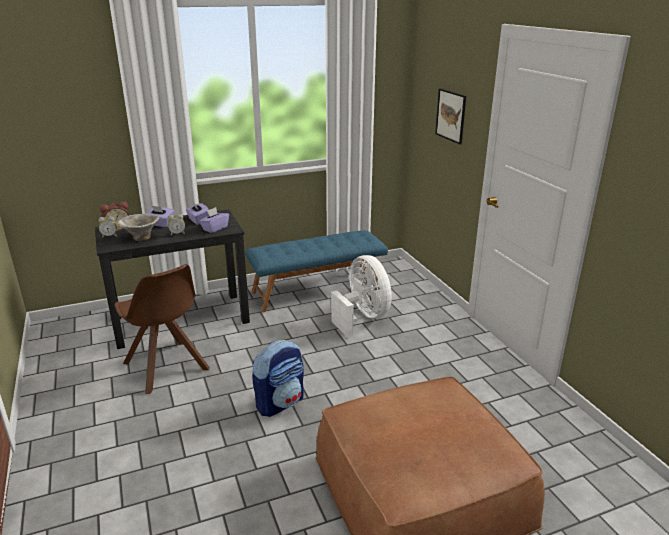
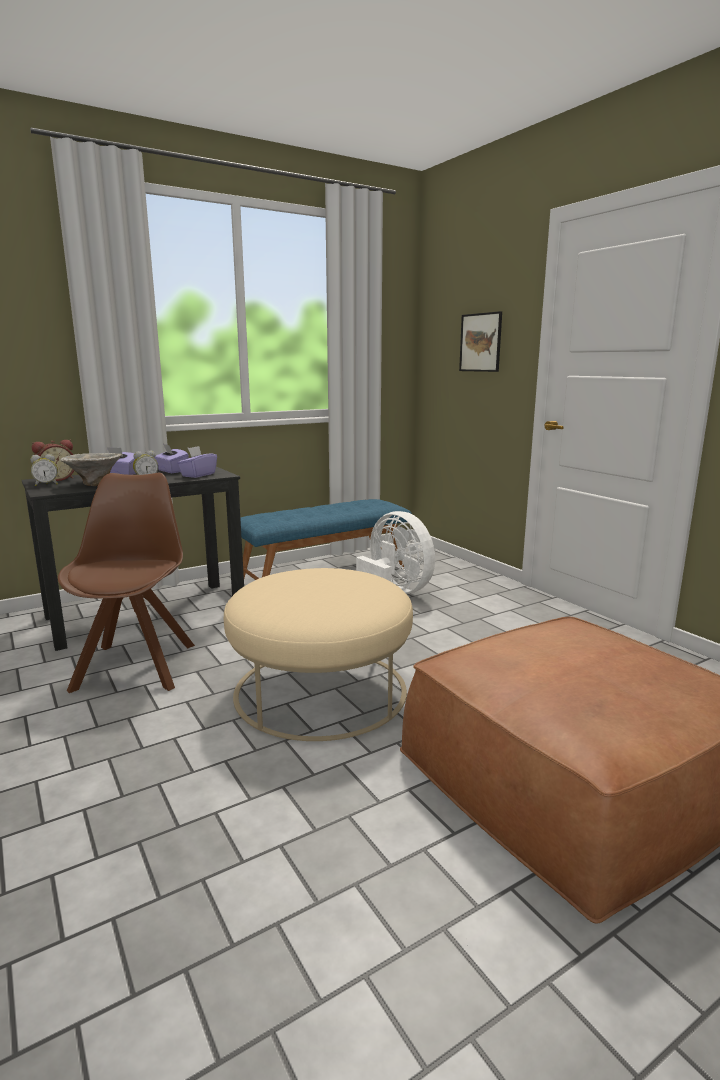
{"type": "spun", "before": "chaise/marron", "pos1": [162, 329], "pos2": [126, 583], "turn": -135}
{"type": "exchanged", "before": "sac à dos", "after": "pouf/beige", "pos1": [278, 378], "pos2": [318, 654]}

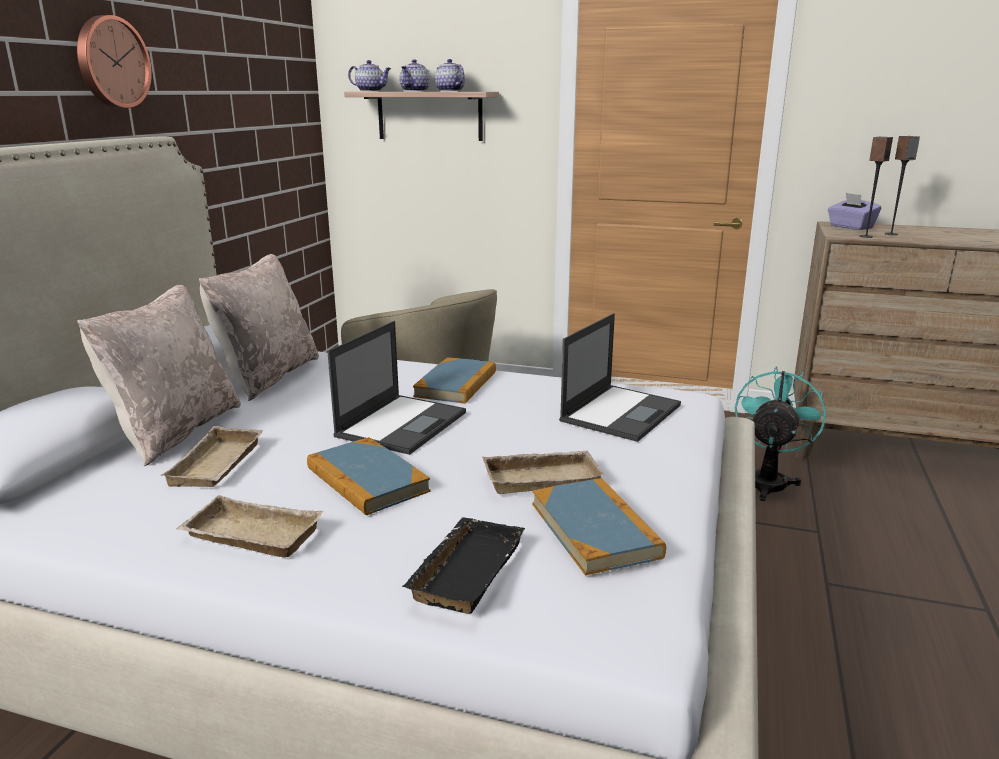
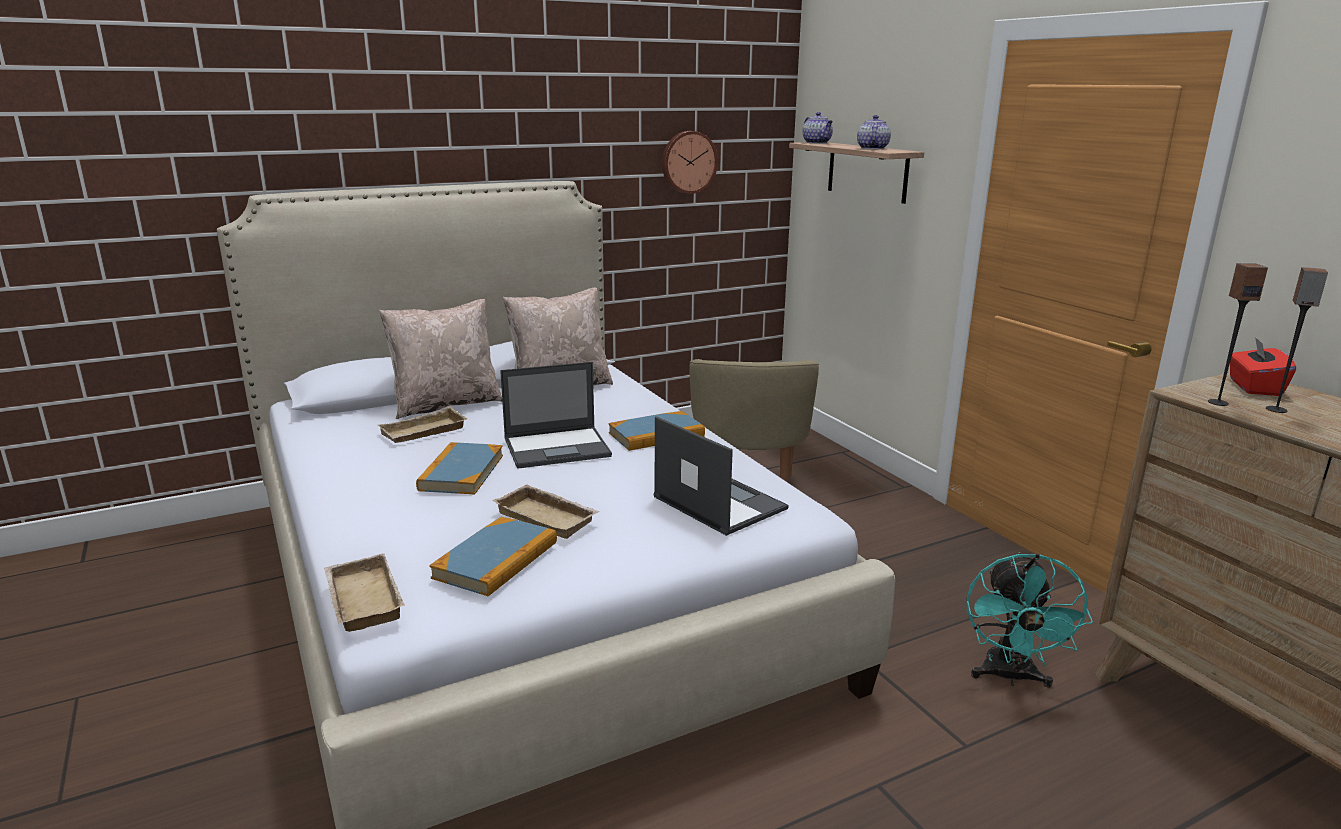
{"type": "relocated", "before": "horloge murale", "pos1": [114, 61], "pos2": [690, 162]}
{"type": "relocated", "before": "plateau/beige", "pos1": [249, 526], "pos2": [364, 592]}
{"type": "missing", "before": "théière", "pos1": [415, 75]}
{"type": "missing", "before": "plateau/noir", "pos1": [463, 565]}
{"type": "spun", "before": "ordinateur portable", "pos1": [620, 377], "pos2": [721, 476], "turn": -120}
{"type": "spun", "before": "ventilateur/turquoise", "pos1": [780, 434], "pos2": [1030, 620], "turn": 120}
{"type": "colour", "before": "boîte à mouchoirs/violet", "after": "boîte à mouchoirs/rouge", "pos1": [854, 211], "pos2": [1263, 366]}

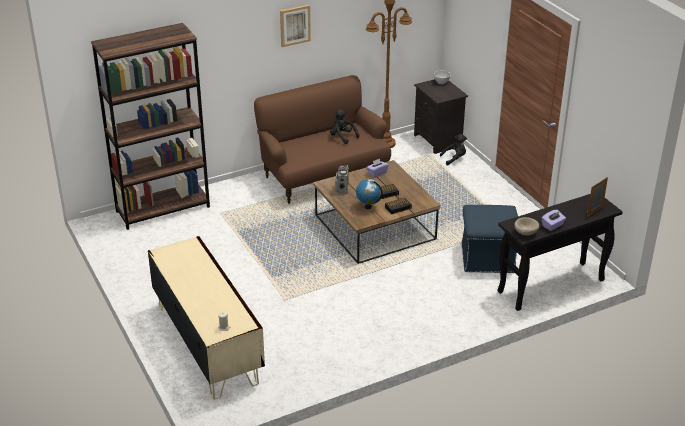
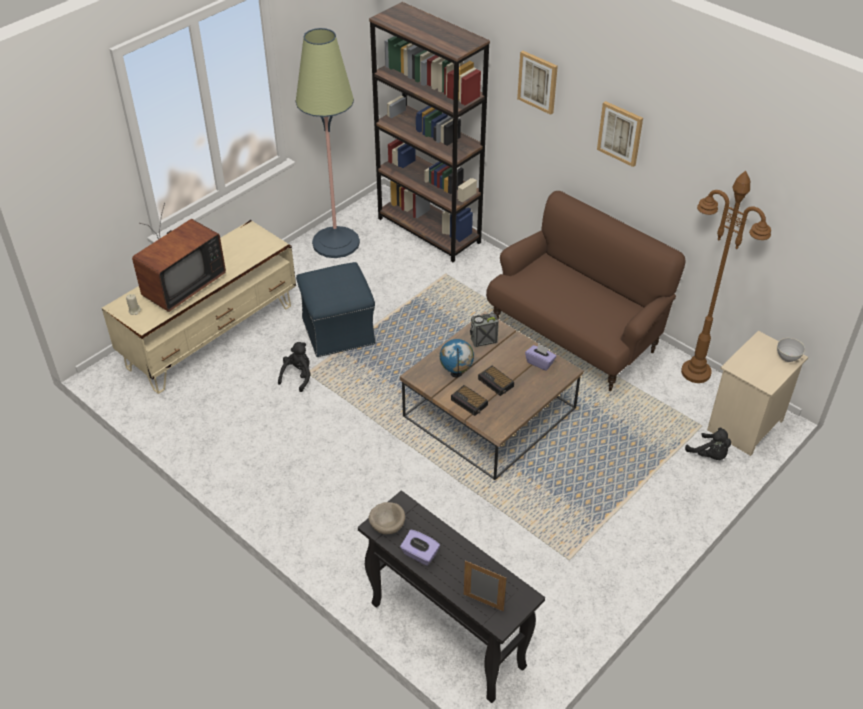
{"type": "relocated", "before": "peluche/noir", "pos1": [344, 126], "pos2": [294, 367]}
{"type": "colour", "before": "table de chevet/noir", "after": "table de chevet/beige", "pos1": [441, 116], "pos2": [757, 393]}
{"type": "relocated", "before": "pouf/bleu", "pos1": [489, 239], "pos2": [336, 309]}
{"type": "appeared", "after": "téléviseur", "pos2": [179, 257]}
{"type": "appeared", "after": "lampadaire", "pos2": [328, 143]}
{"type": "appeared", "after": "tableau", "pos2": [537, 83]}

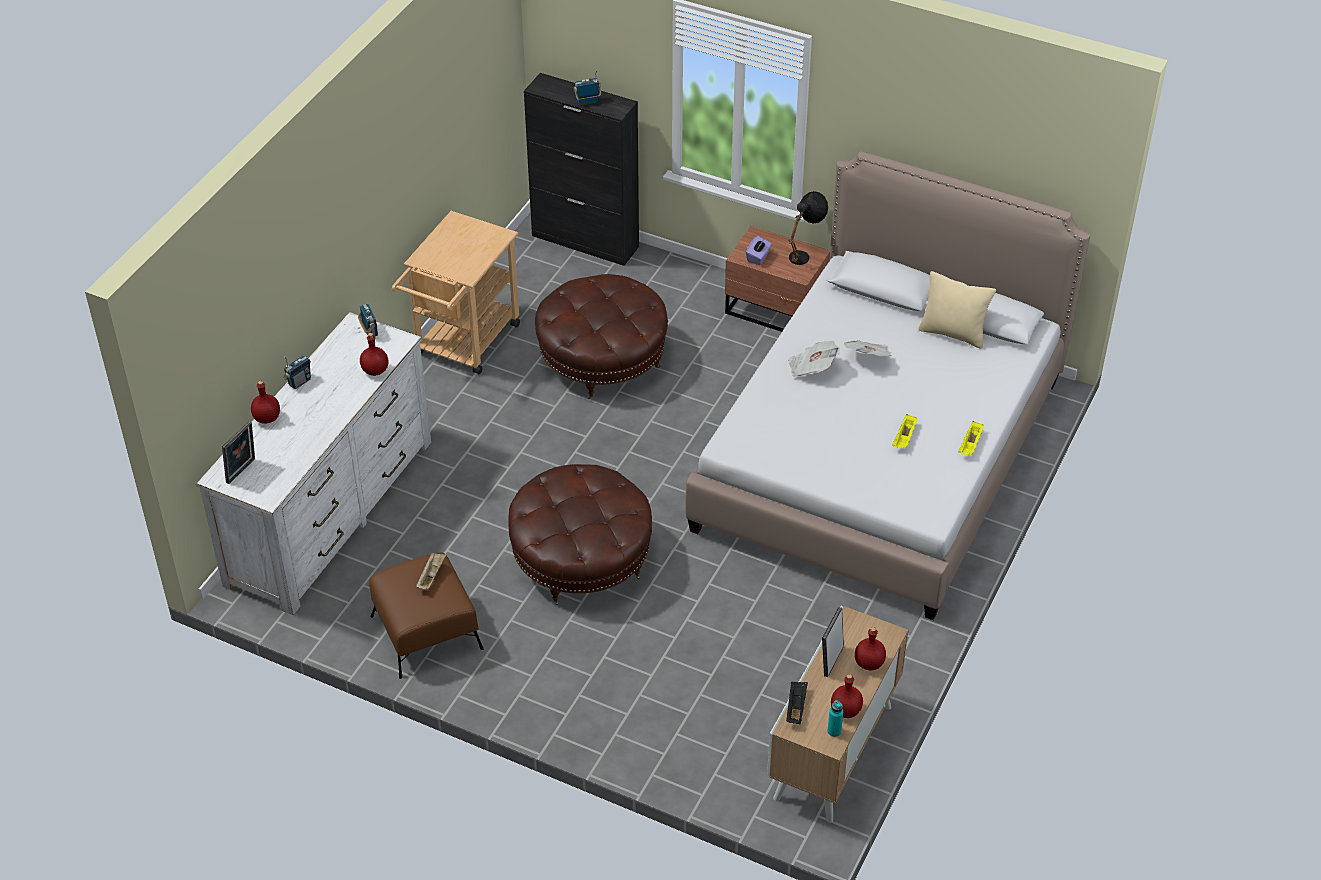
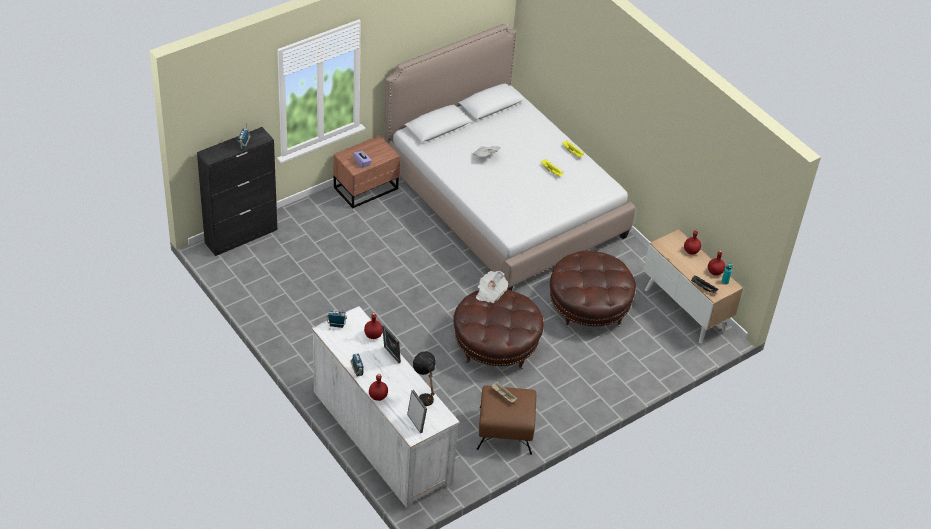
{"type": "missing", "before": "chariot/beige", "pos1": [456, 292]}
{"type": "relocated", "before": "pouf/marron", "pos1": [601, 336], "pos2": [593, 289]}
{"type": "relocated", "before": "journal", "pos1": [814, 359], "pos2": [492, 287]}
{"type": "relocated", "before": "lampe de table/noir", "pos1": [808, 228], "pos2": [424, 378]}
{"type": "relocated", "before": "cadre photo", "pos1": [833, 642], "pos2": [391, 344]}
{"type": "missing", "before": "coussin/beige", "pos1": [957, 309]}

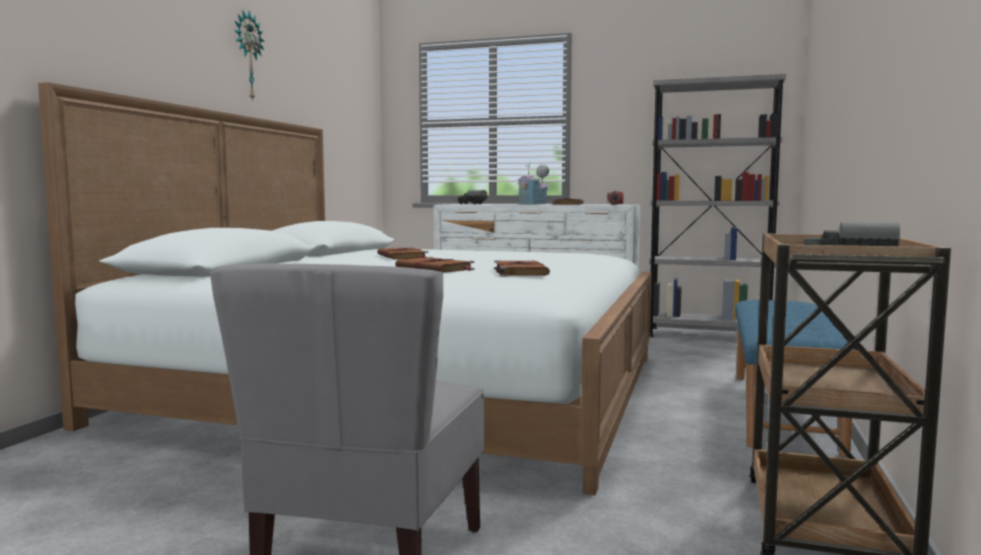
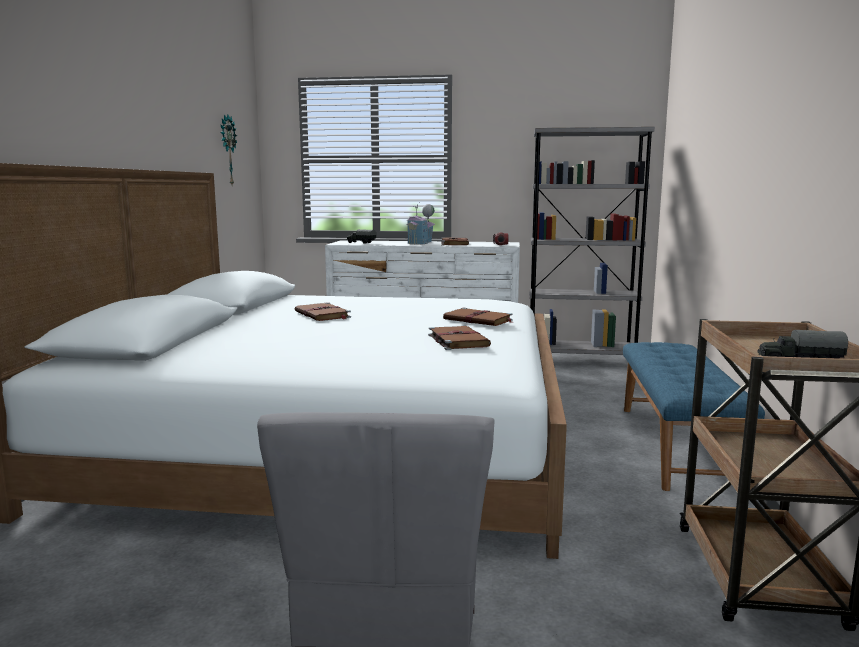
{"type": "relocated", "before": "horloge murale", "pos1": [249, 56], "pos2": [228, 149]}
{"type": "relocated", "before": "livre/marron", "pos1": [435, 265], "pos2": [477, 317]}

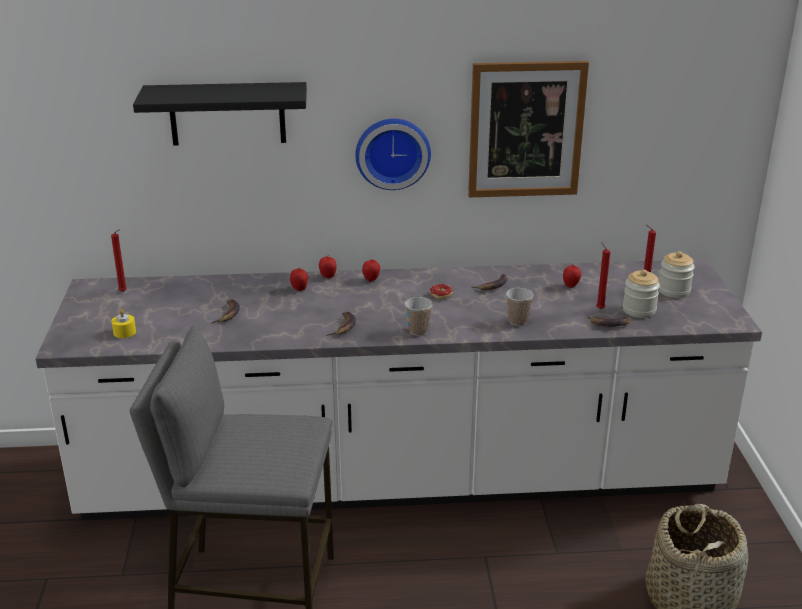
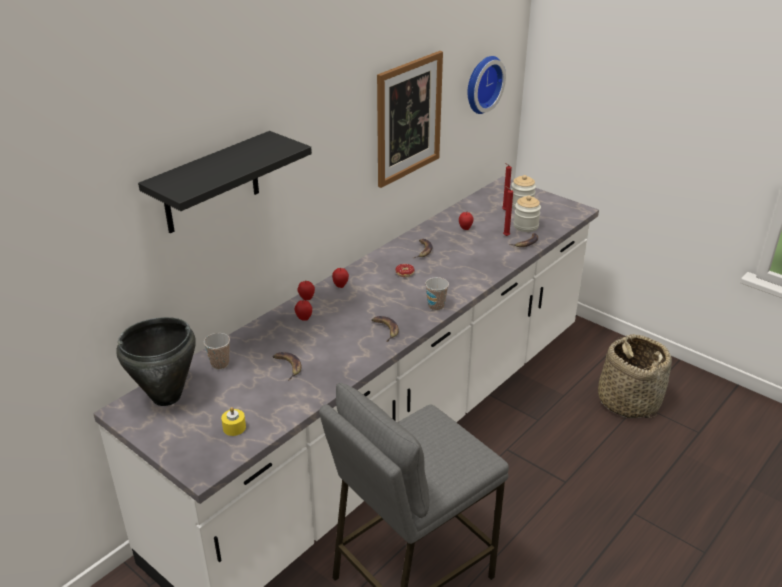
{"type": "exchanged", "before": "bougie/rouge", "after": "marmite/noir", "pos1": [119, 260], "pos2": [156, 361]}
{"type": "relocated", "before": "horloge murale", "pos1": [393, 154], "pos2": [486, 85]}
{"type": "relocated", "before": "tasse", "pos1": [520, 307], "pos2": [217, 351]}

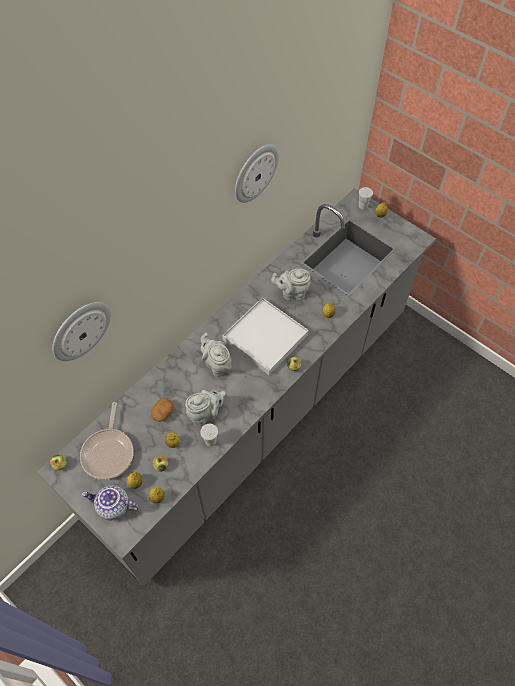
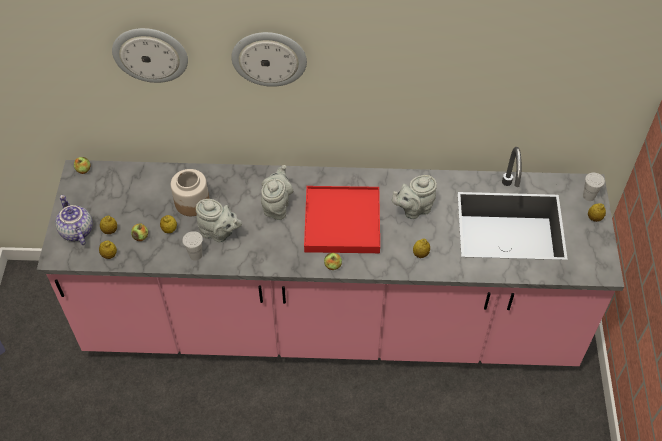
{"type": "colour", "before": "comptoir de cuisine/gris", "after": "comptoir de cuisine/rose", "pos1": [236, 387], "pos2": [330, 256]}
{"type": "missing", "before": "poêle", "pos1": [107, 441]}
{"type": "exchanged", "before": "pomme de terre", "after": "bocal", "pos1": [162, 410], "pos2": [190, 192]}
{"type": "colour", "before": "plateau/blanc", "after": "plateau/rouge", "pos1": [265, 336], "pos2": [342, 219]}
{"type": "relocated", "before": "horloge murale", "pos1": [257, 173], "pos2": [269, 59]}
{"type": "spun", "before": "théière/gris", "pos1": [291, 285], "pos2": [414, 197], "turn": -75}

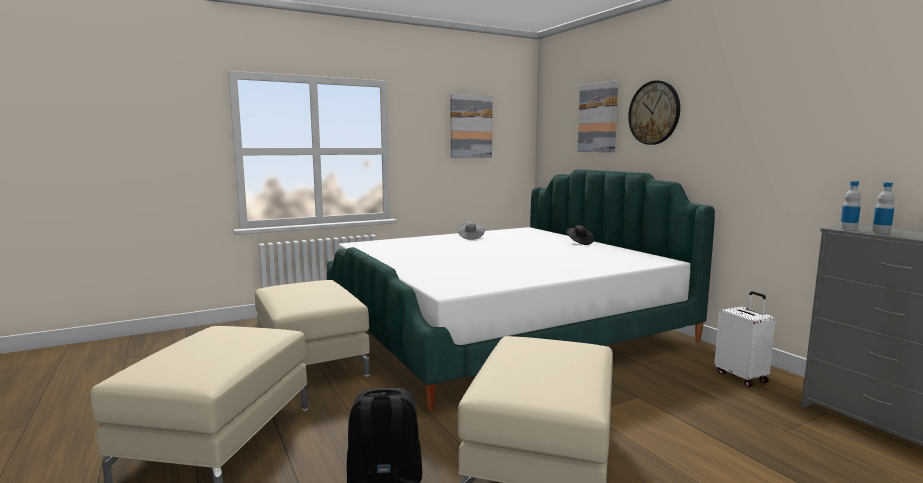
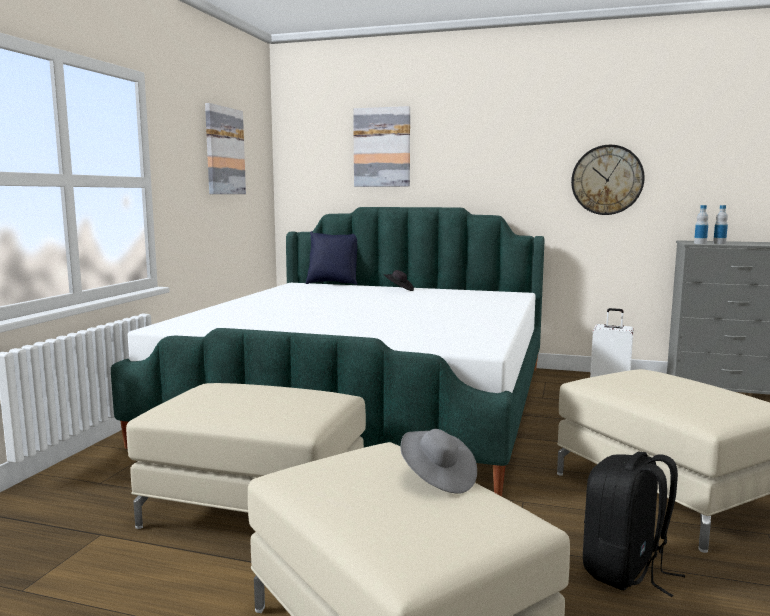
{"type": "relocated", "before": "chapeau/gris", "pos1": [471, 230], "pos2": [439, 461]}
{"type": "relocated", "before": "horloge murale", "pos1": [654, 112], "pos2": [608, 180]}
{"type": "appeared", "after": "coussin/bleu", "pos2": [331, 258]}

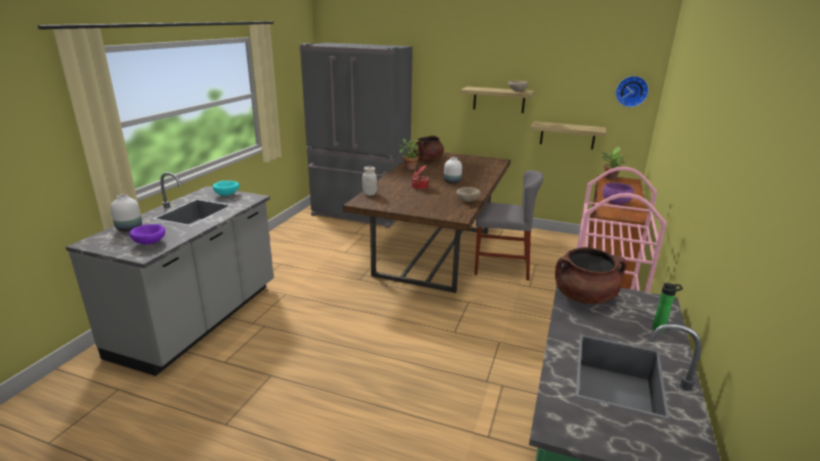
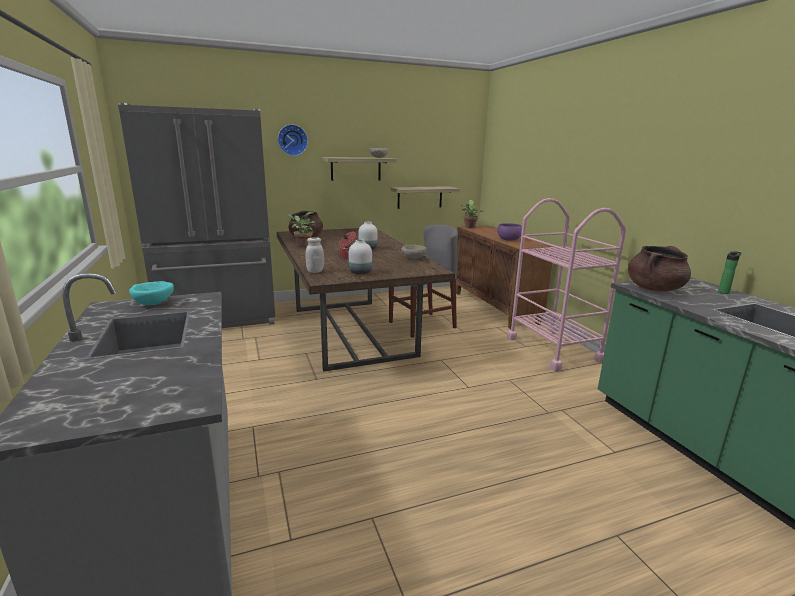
{"type": "relocated", "before": "vase/blanc", "pos1": [126, 213], "pos2": [360, 257]}
{"type": "missing", "before": "bol/violet", "pos1": [147, 234]}
{"type": "relocated", "before": "horloge murale", "pos1": [632, 91], "pos2": [293, 140]}

